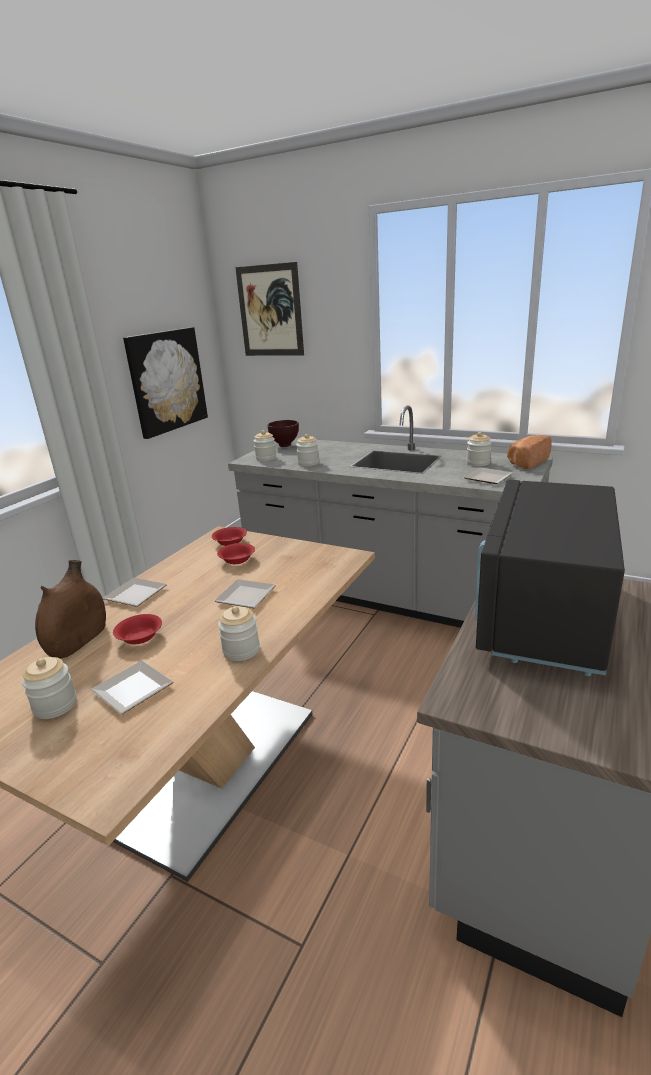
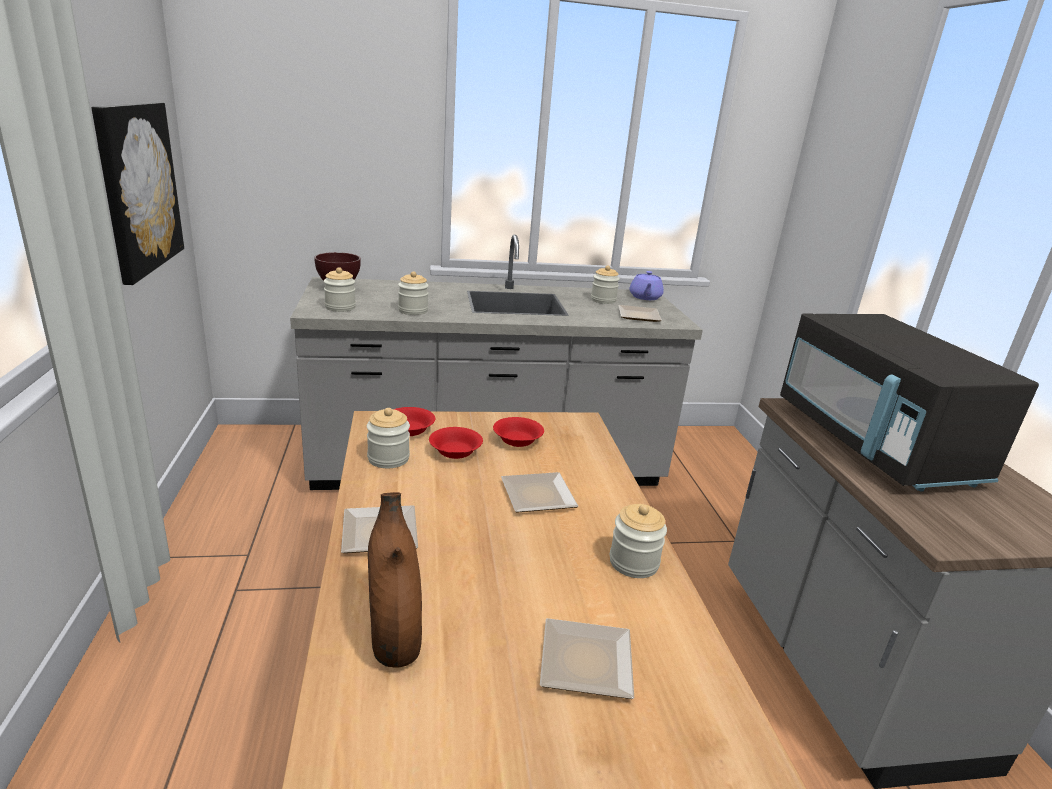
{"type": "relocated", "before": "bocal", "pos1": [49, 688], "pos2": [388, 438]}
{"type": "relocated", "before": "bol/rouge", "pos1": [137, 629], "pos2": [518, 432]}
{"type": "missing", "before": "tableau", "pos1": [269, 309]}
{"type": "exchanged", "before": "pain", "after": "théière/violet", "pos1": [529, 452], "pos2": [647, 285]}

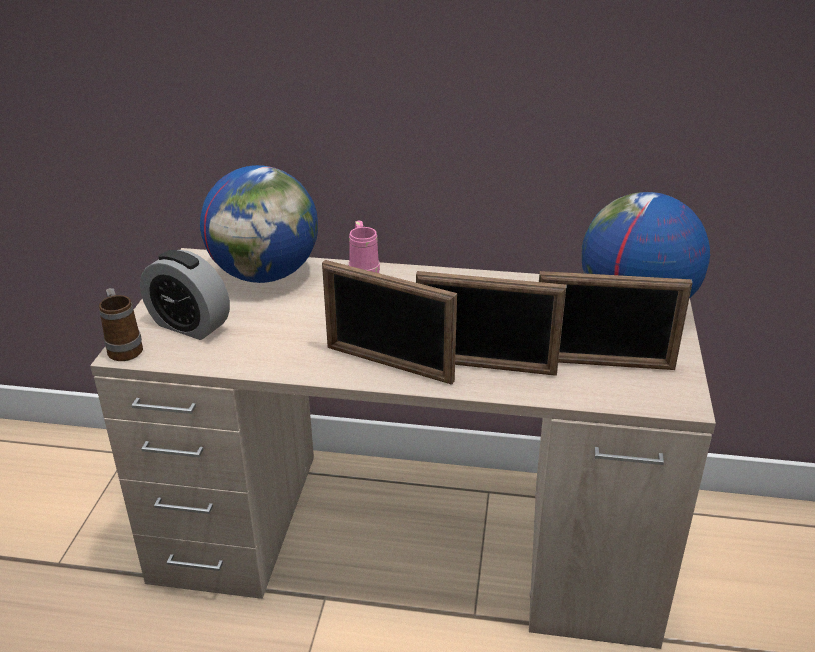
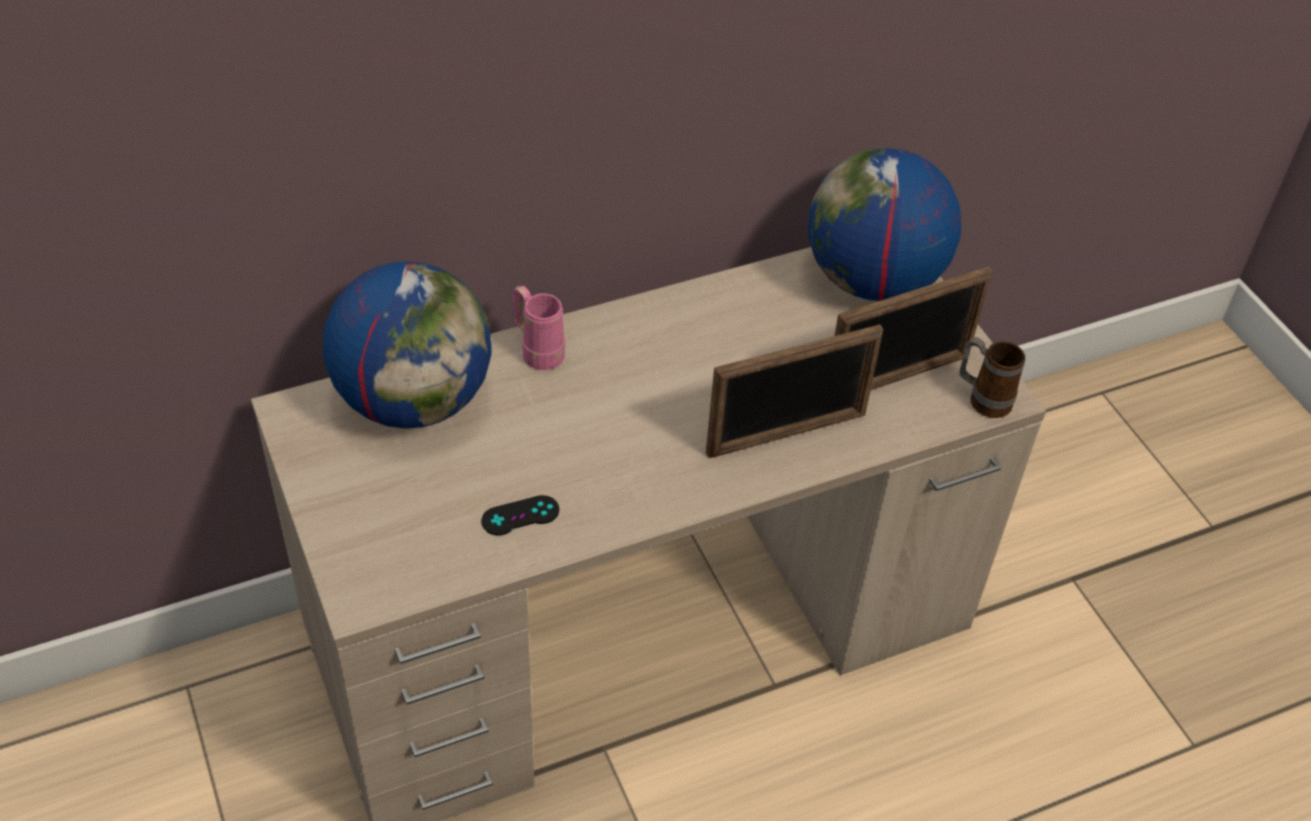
{"type": "relocated", "before": "mug", "pos1": [121, 324], "pos2": [992, 377]}
{"type": "missing", "before": "réveil", "pos1": [185, 295]}
{"type": "missing", "before": "cadre photo", "pos1": [389, 322]}
{"type": "appeared", "after": "manette/noir", "pos2": [520, 515]}

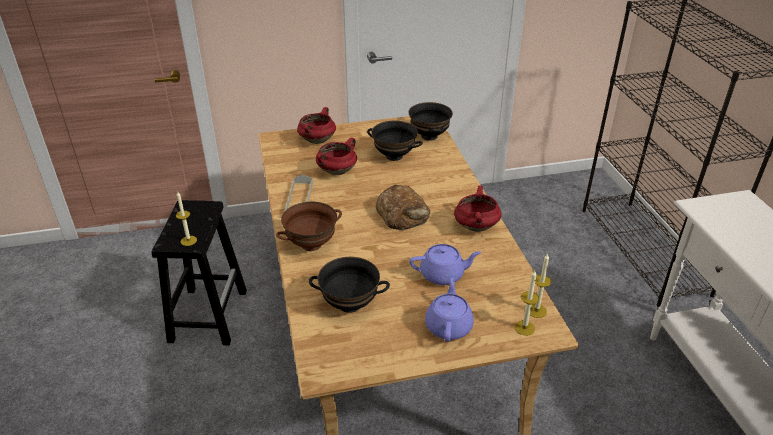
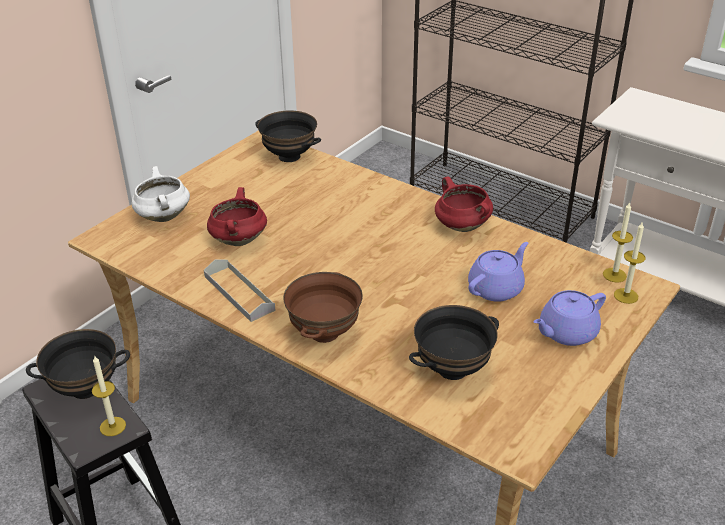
{"type": "colour", "before": "marmite/rouge", "after": "marmite/blanc", "pos1": [316, 125], "pos2": [161, 194]}
{"type": "relocated", "before": "bol/noir", "pos1": [395, 141], "pos2": [78, 364]}
{"type": "missing", "before": "pain", "pos1": [403, 207]}
{"type": "spun", "before": "théière/violet", "pos1": [449, 310], "pos2": [569, 318], "turn": -90}

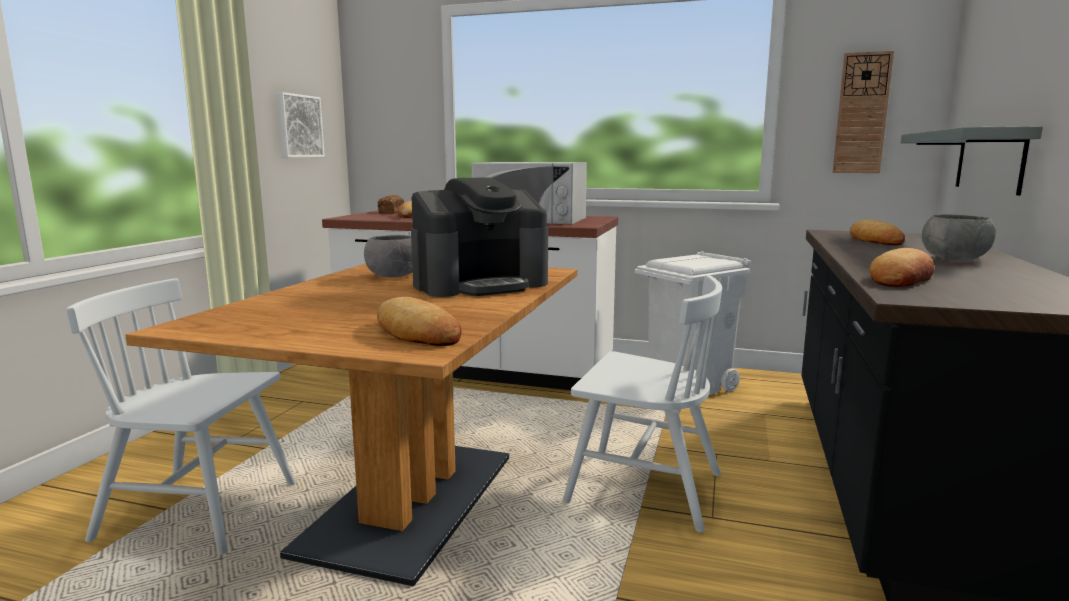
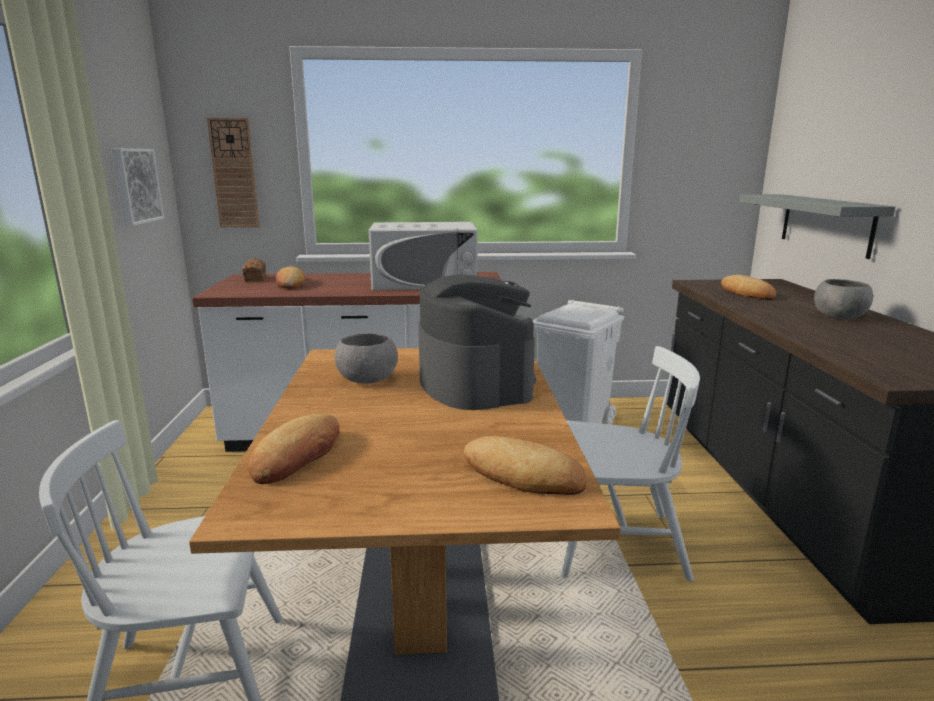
{"type": "spun", "before": "machine à café", "pos1": [479, 237], "pos2": [477, 342], "turn": -60}
{"type": "relocated", "before": "horloge murale", "pos1": [863, 112], "pos2": [233, 172]}
{"type": "relocated", "before": "pain", "pos1": [901, 267], "pos2": [293, 449]}

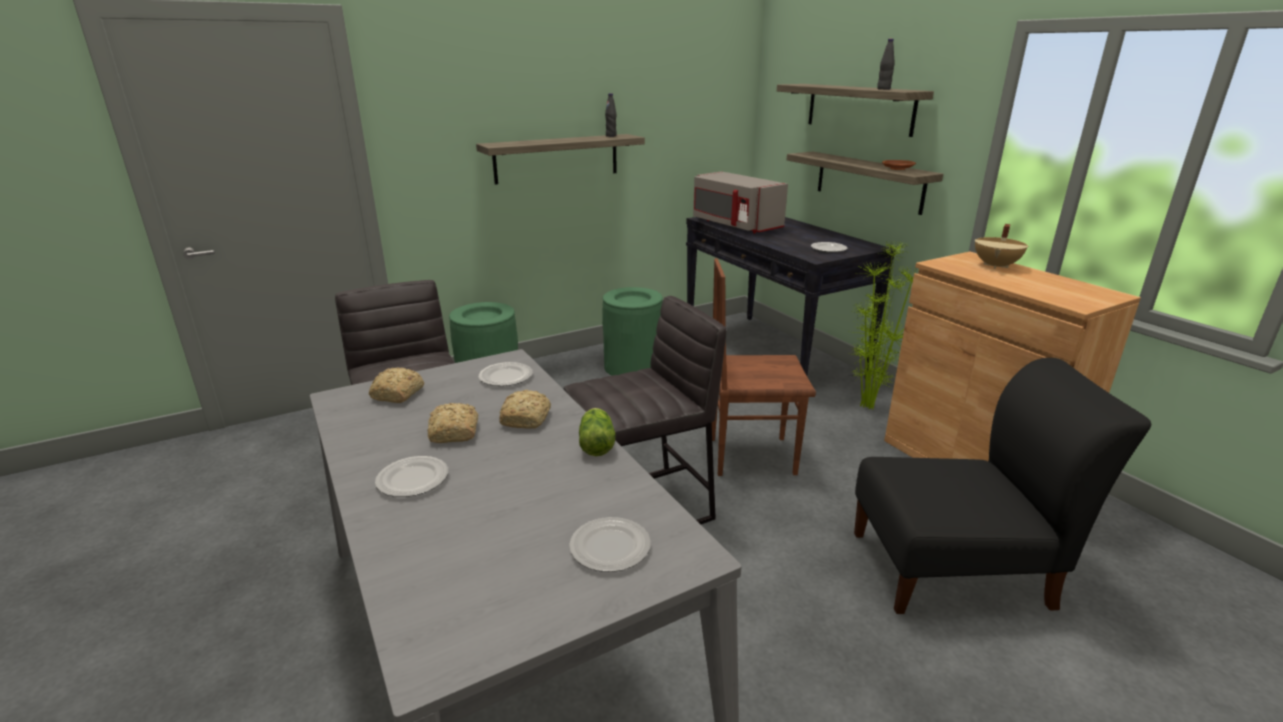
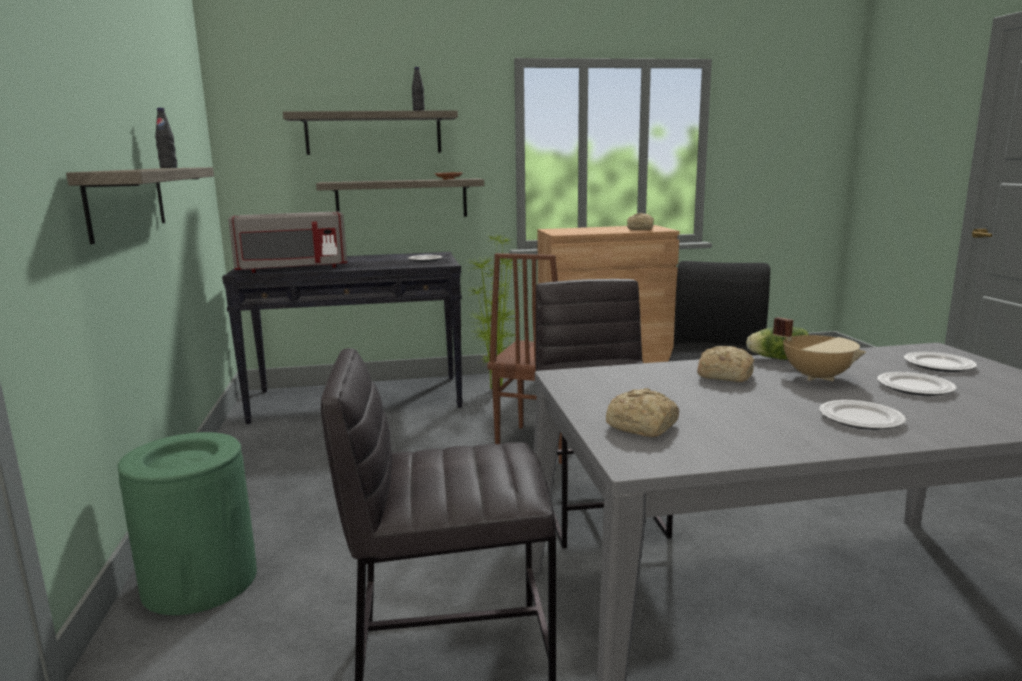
{"type": "relocated", "before": "pain", "pos1": [452, 423], "pos2": [640, 221]}
{"type": "relocated", "before": "assiette", "pos1": [506, 374], "pos2": [917, 384]}
{"type": "missing", "before": "poubelle/vert", "pos1": [632, 331]}
{"type": "relocated", "before": "marmite/beige", "pos1": [1001, 246], "pos2": [819, 349]}

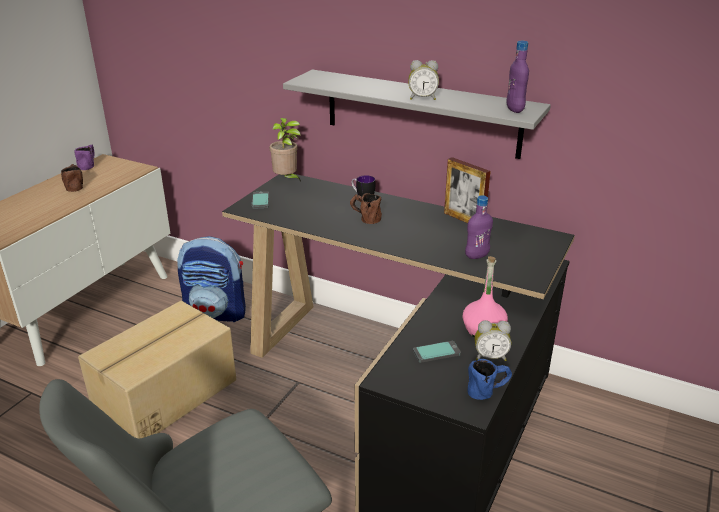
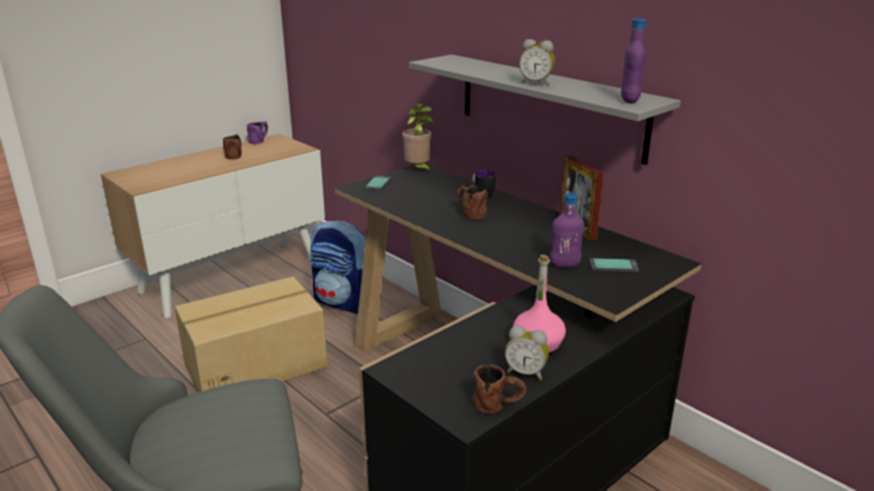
{"type": "relocated", "before": "téléphone", "pos1": [437, 352], "pos2": [614, 265]}
{"type": "colour", "before": "mug/bleu", "after": "mug/marron", "pos1": [489, 379], "pos2": [499, 389]}

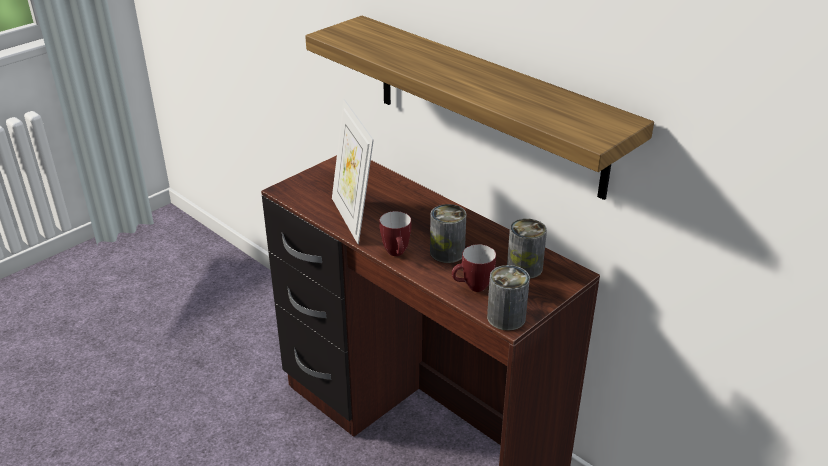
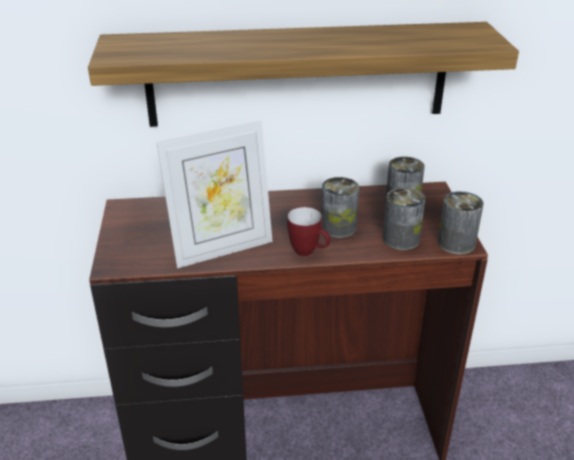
{"type": "spun", "before": "cadre photo", "pos1": [353, 171], "pos2": [215, 194], "turn": -45}
{"type": "exchanged", "before": "mug", "after": "boîte métallique", "pos1": [474, 268], "pos2": [404, 219]}

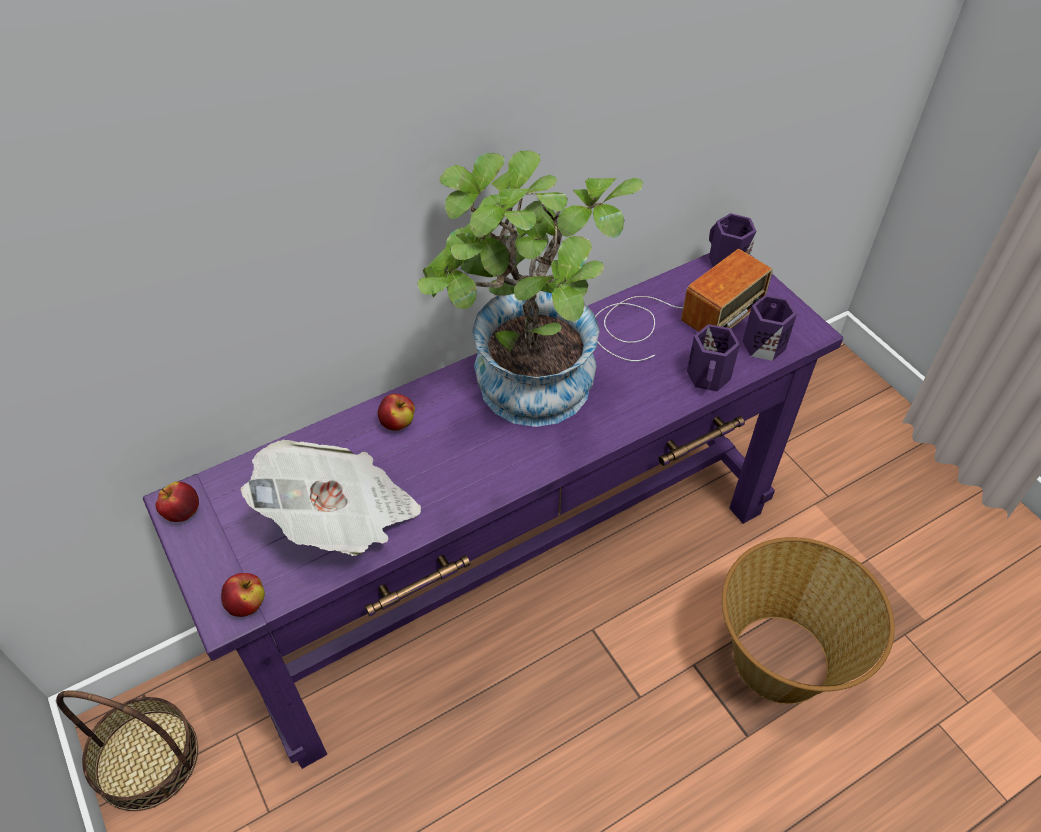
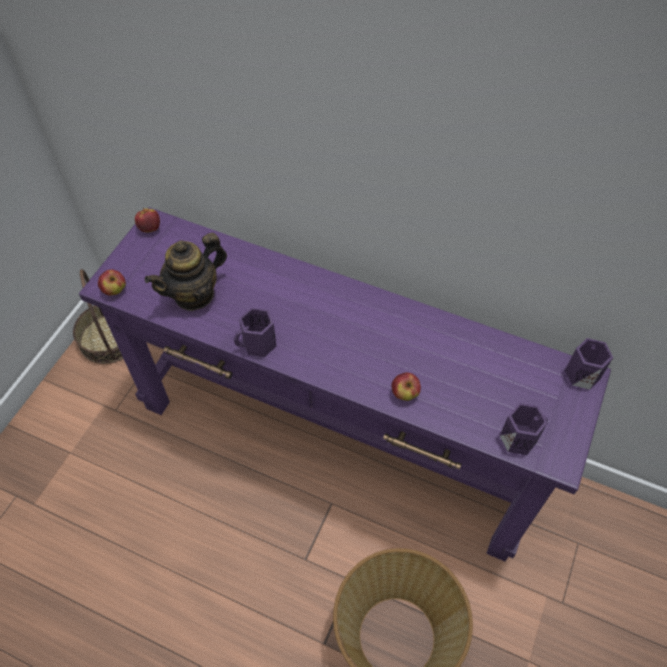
{"type": "exchanged", "before": "journal", "after": "théière", "pos1": [330, 498], "pos2": [186, 272]}
{"type": "relocated", "before": "pomme", "pos1": [396, 412], "pos2": [406, 386]}
{"type": "missing", "before": "plante en pot", "pos1": [530, 288]}
{"type": "missing", "before": "radio", "pos1": [684, 305]}
{"type": "relocated", "before": "mug/violet", "pos1": [713, 357], "pos2": [254, 332]}

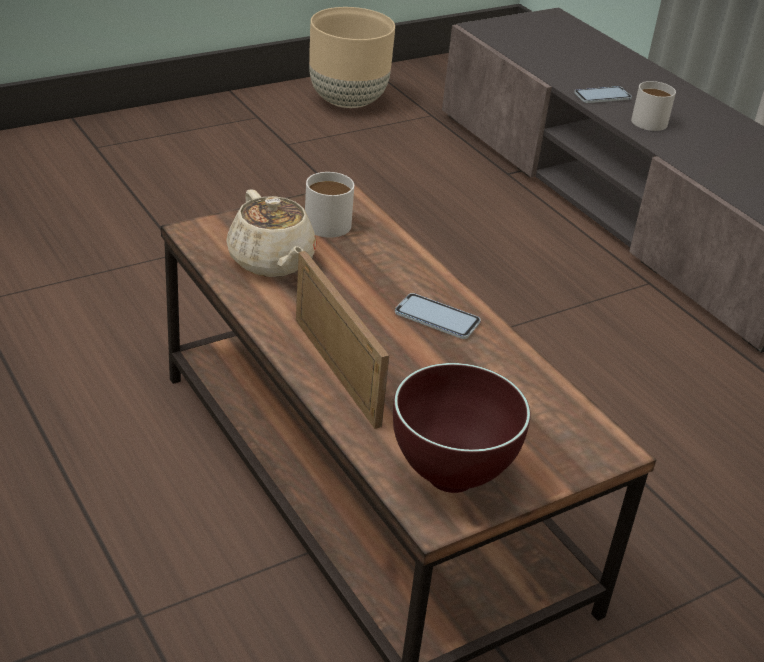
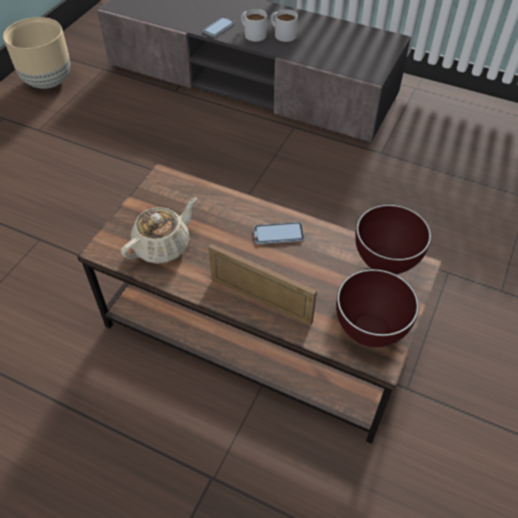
{"type": "spun", "before": "théière/beige", "pos1": [271, 233], "pos2": [159, 230], "turn": -75}
{"type": "relocated", "before": "mug/blanc", "pos1": [329, 205], "pos2": [284, 25]}
{"type": "appeared", "after": "bol/marron", "pos2": [393, 239]}

